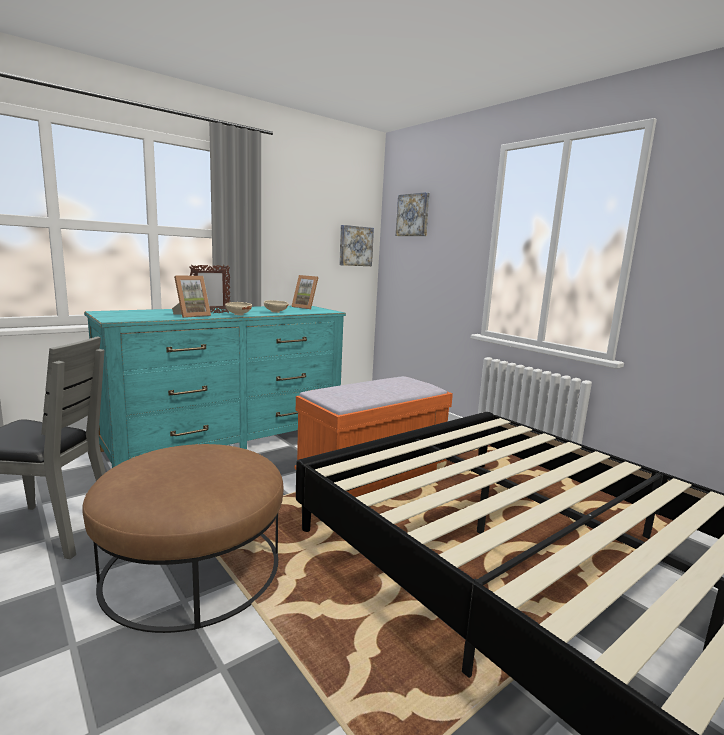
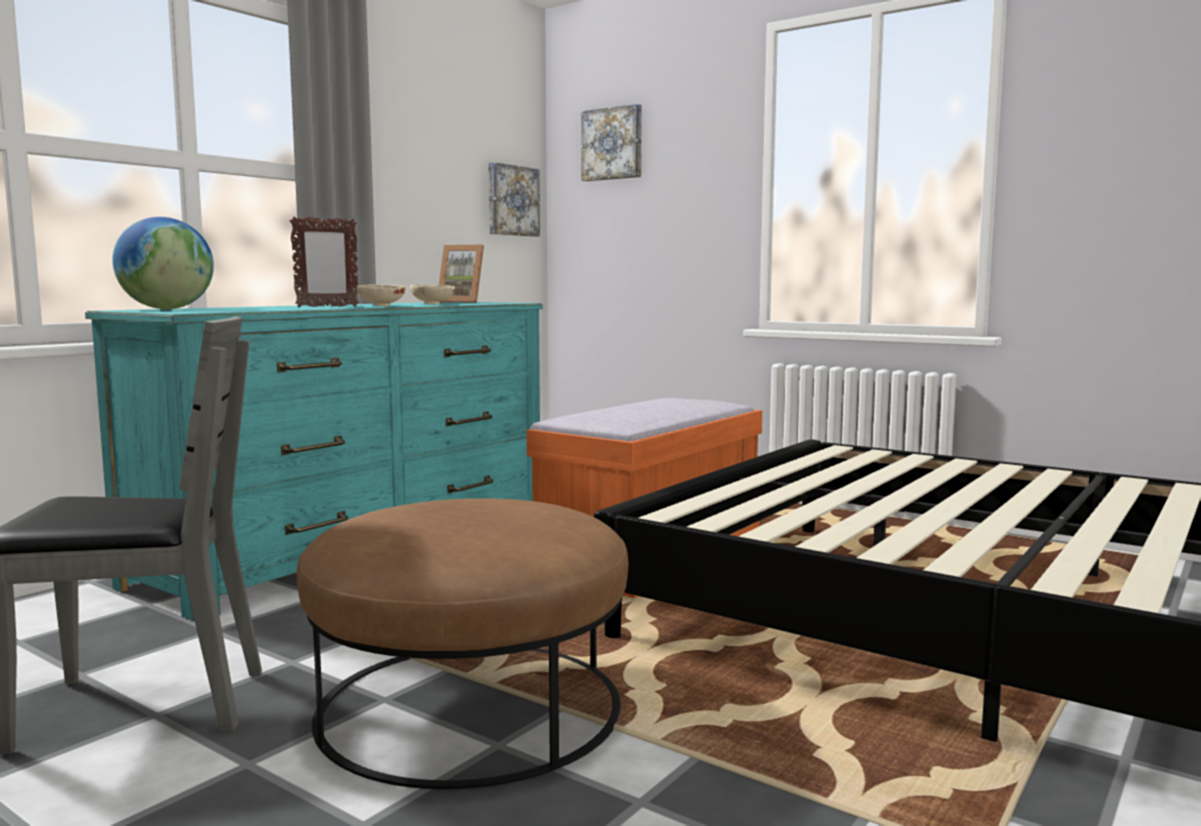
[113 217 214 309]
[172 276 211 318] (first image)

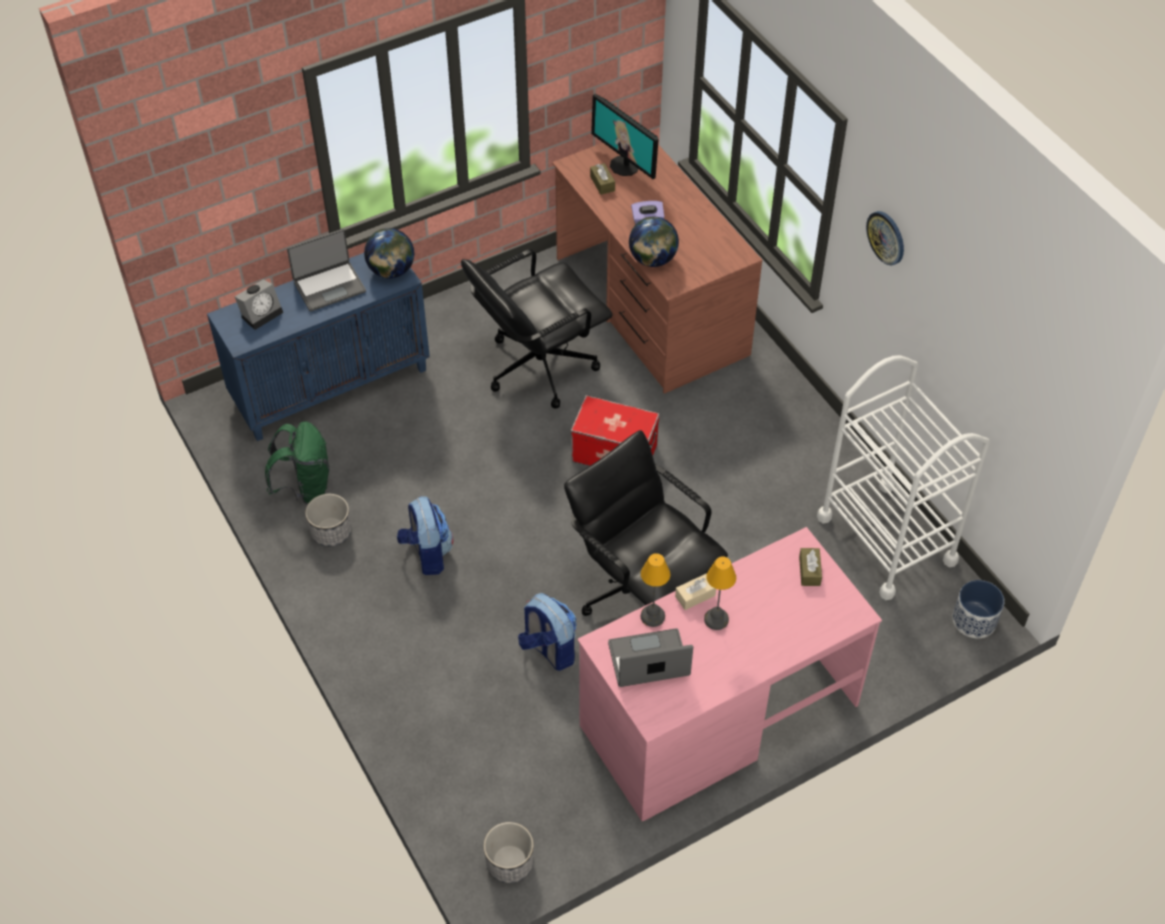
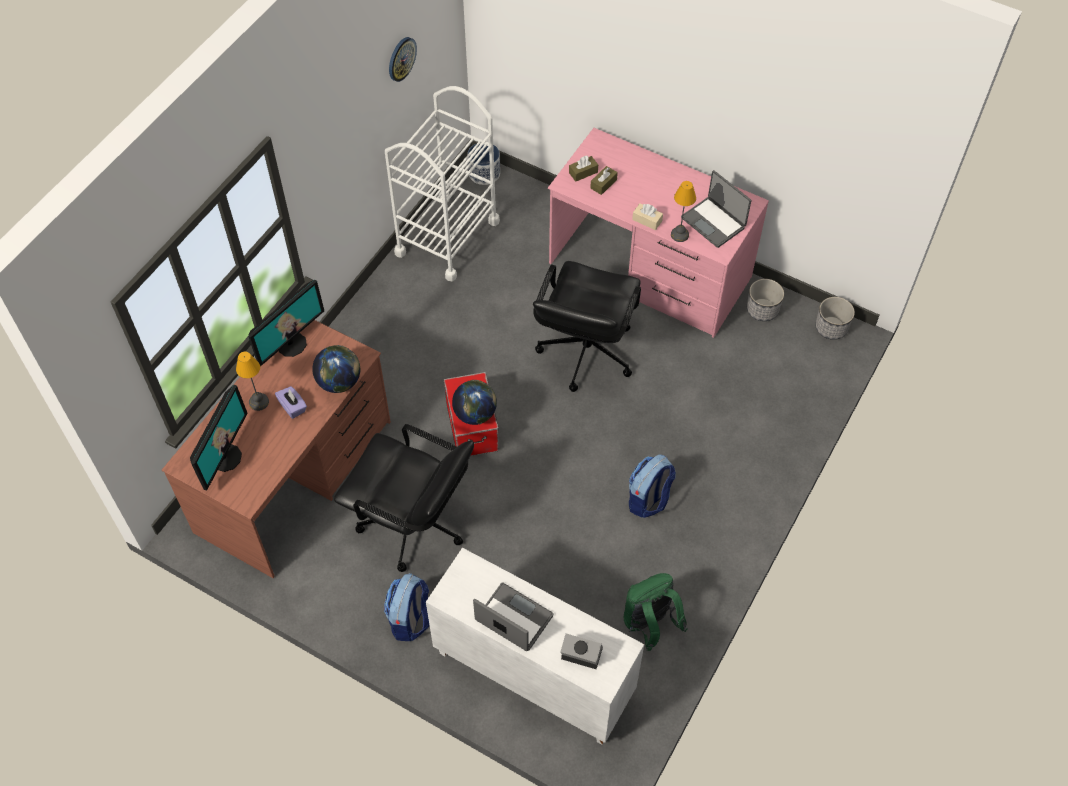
[236 352 269 411]
[248 280 324 367]
[384 573 430 641]
[389 37 417 82]
[426 548 644 745]
[452 380 497 425]
[590 166 618 195]
[747 279 784 321]

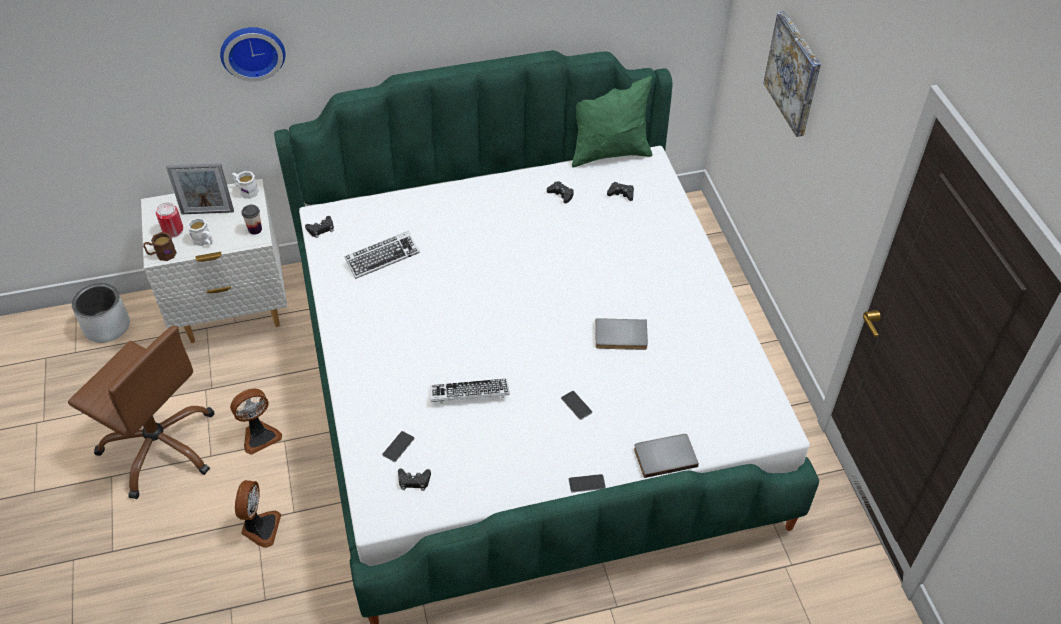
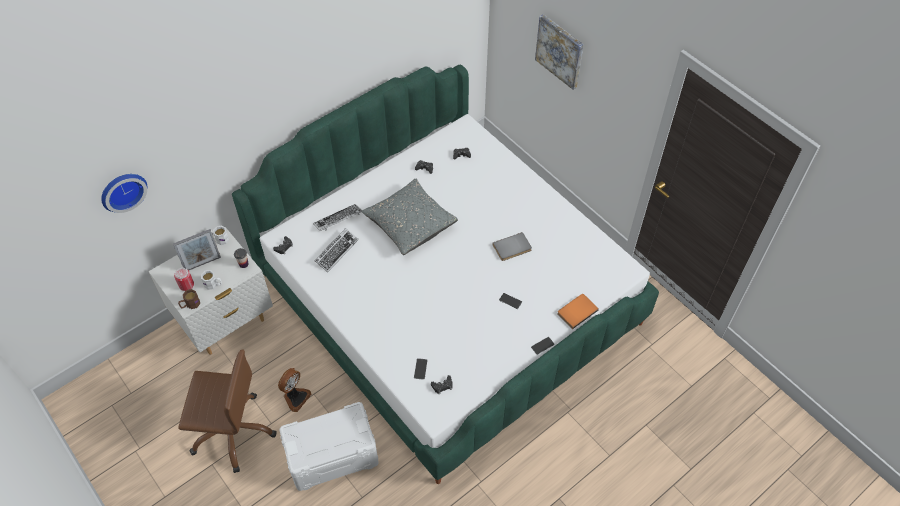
[101 174 147 213]
[280 402 379 491]
[313 204 362 231]
[362 179 458 255]
[557 294 599 329]
[72 283 130 343] (first image)
[572 76 652 168] (first image)

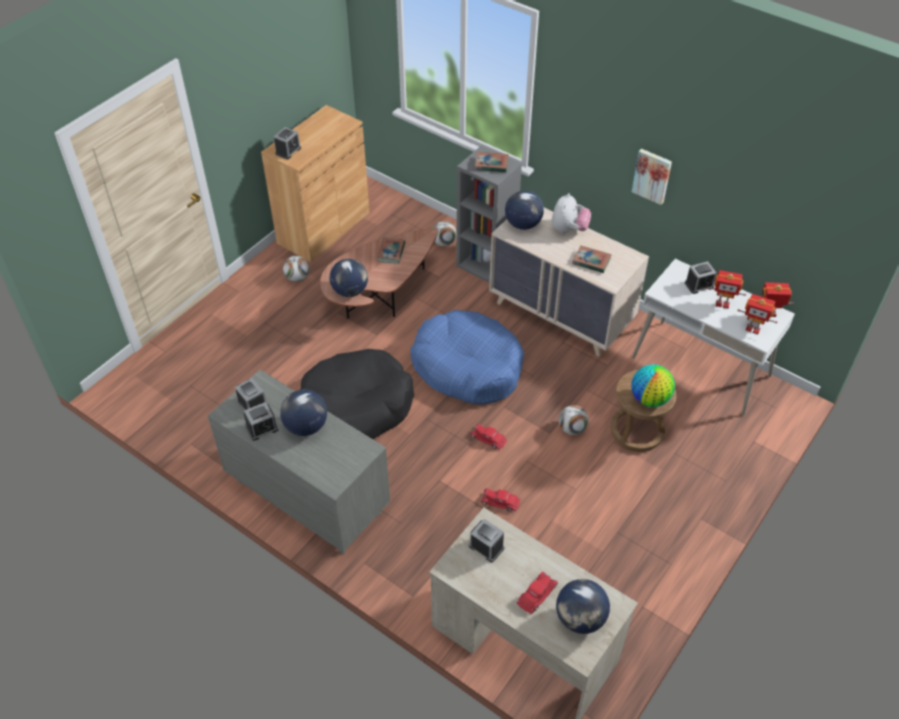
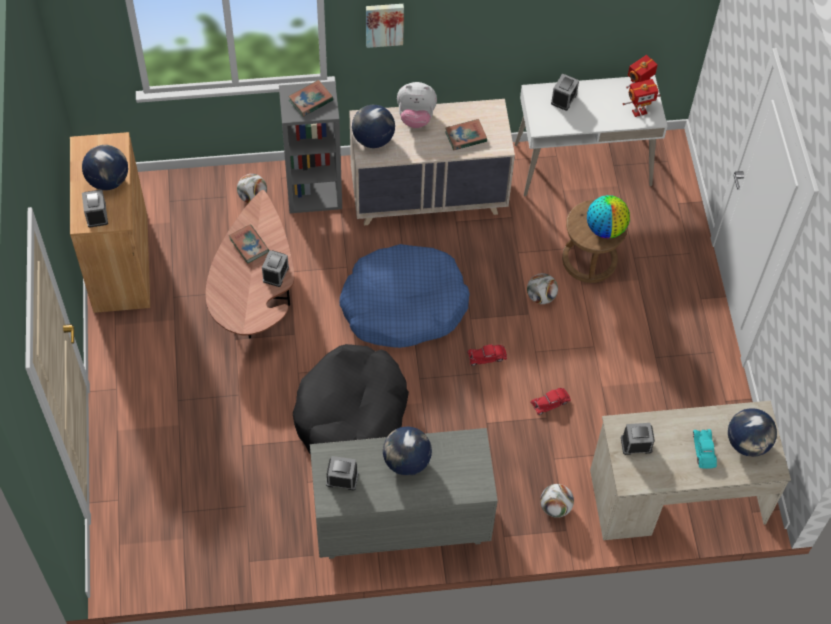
[82 145 128 190]
[262 250 289 287]
[366 4 404 48]
[397 82 437 128]
[540 484 574 518]
[693 429 717 469]
[706 270 746 309] (first image)

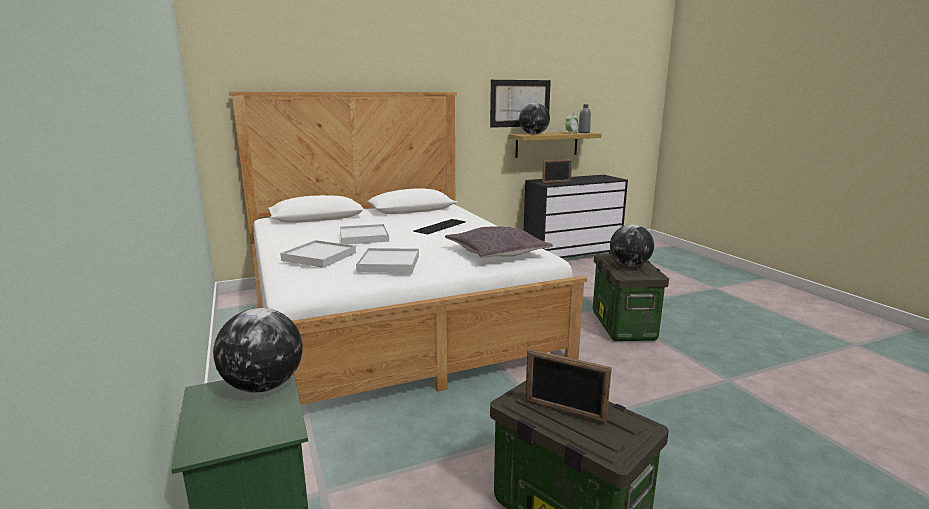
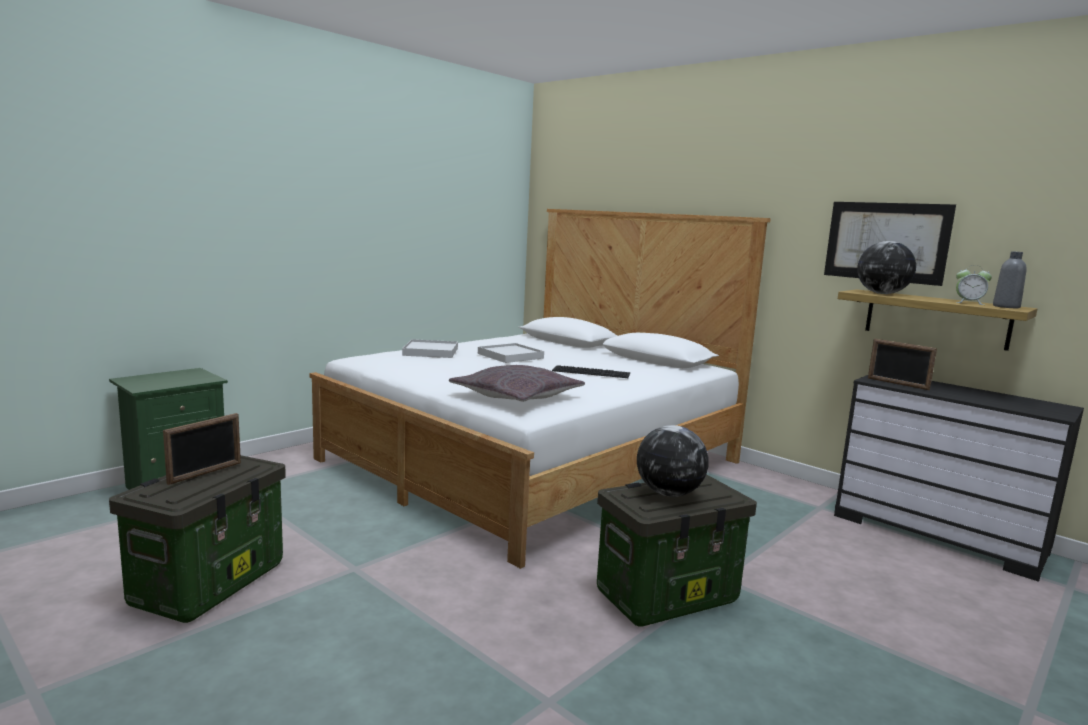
[163 413 241 485]
[213 308 302 393] (first image)
[356 248 419 273] (first image)

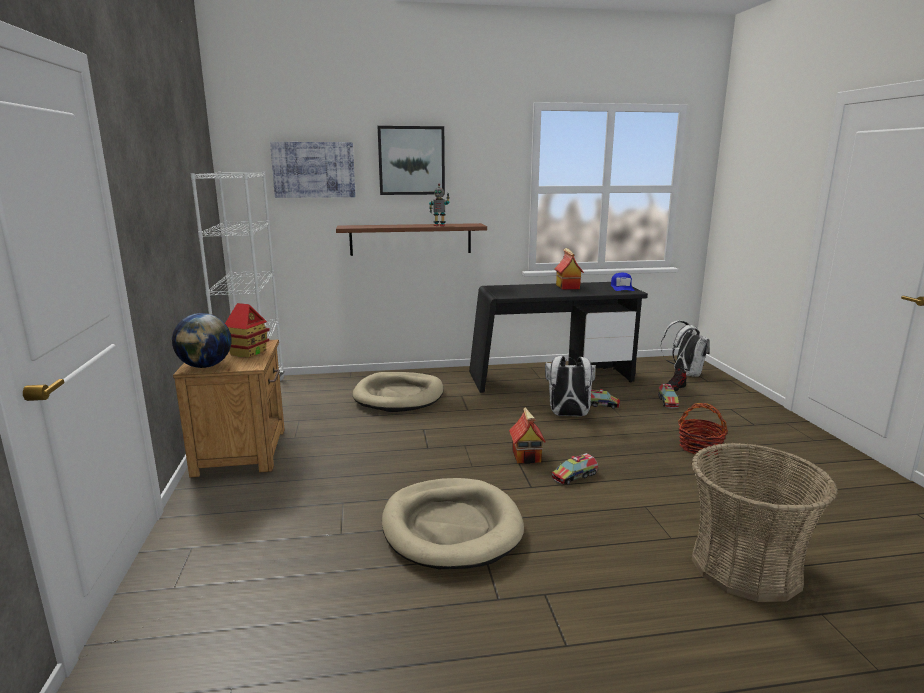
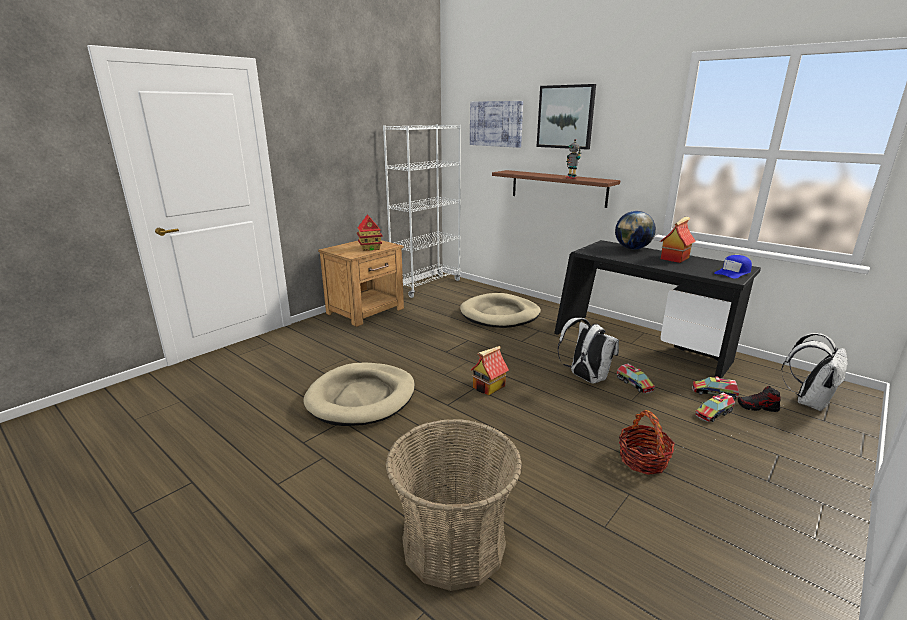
[615 211 656 249]
[692 376 739 399]

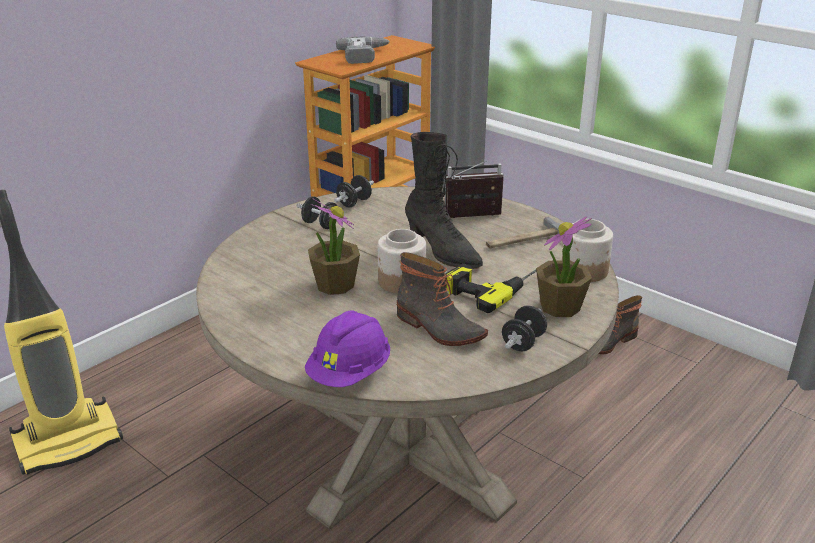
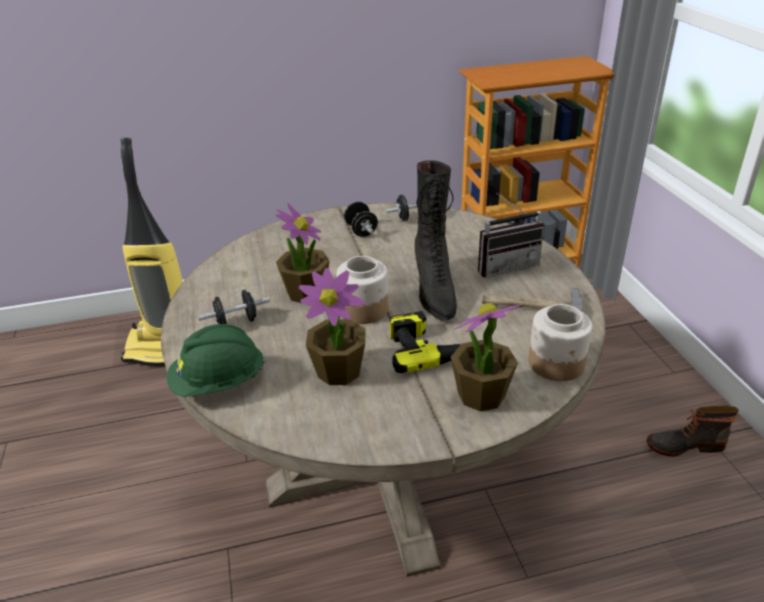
[167 324 265 397]
[198 290 270 324]
[299 268 366 385]
[478 193 544 278]
[336 36 390 64] (first image)

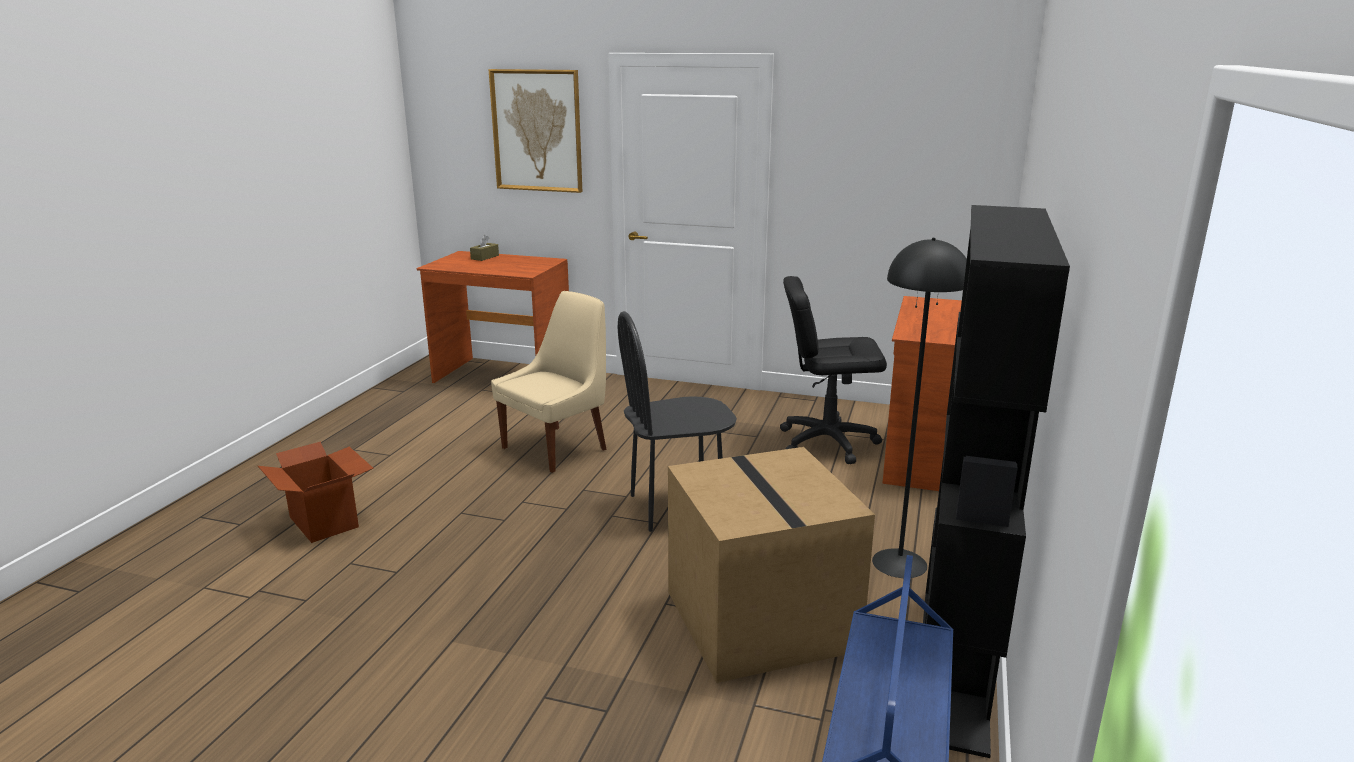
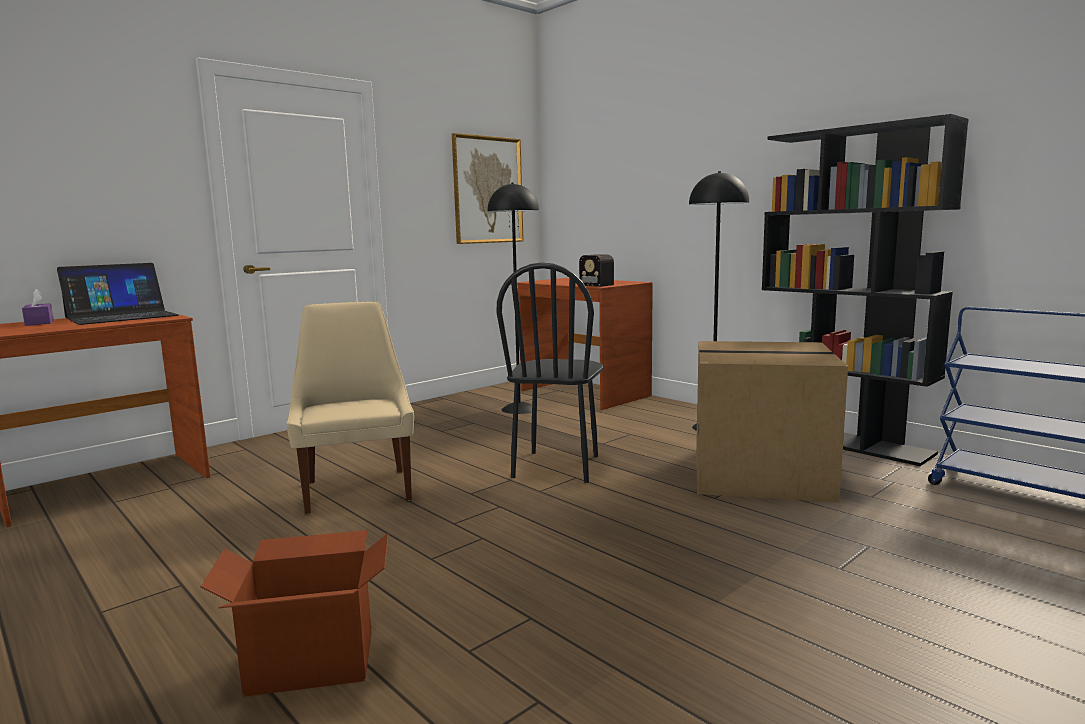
[22 289 54 326]
[57 263 179 325]
[452 133 524 244]
[488 183 539 414]
[579 254 614 287]

